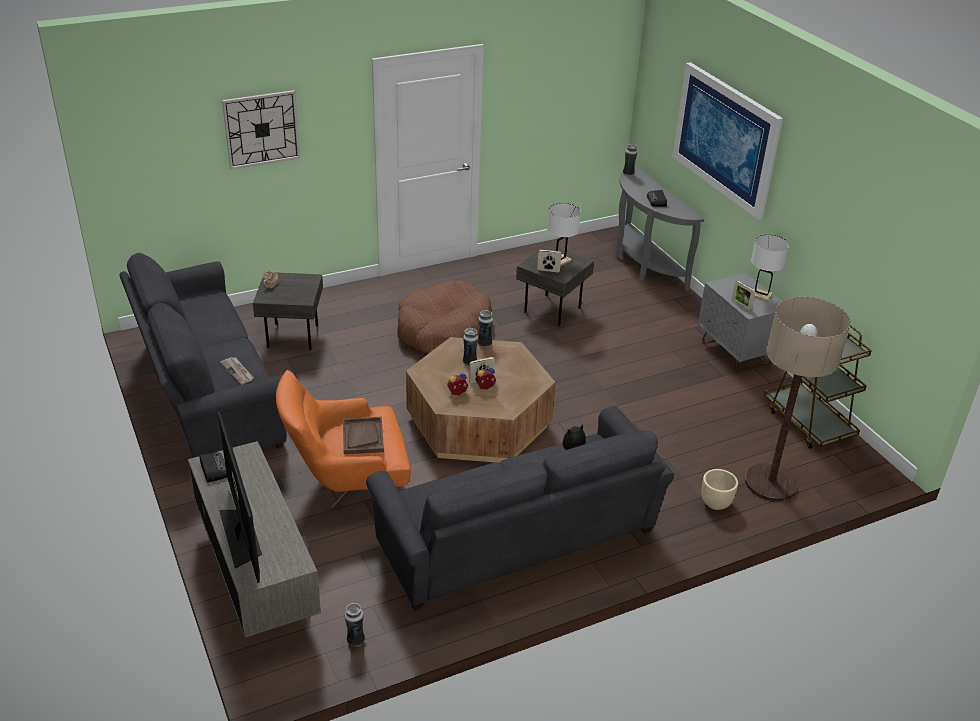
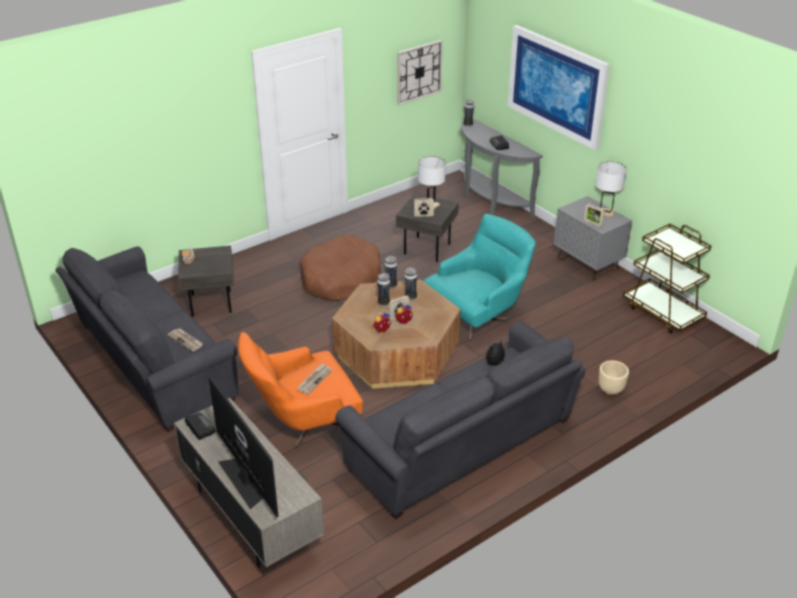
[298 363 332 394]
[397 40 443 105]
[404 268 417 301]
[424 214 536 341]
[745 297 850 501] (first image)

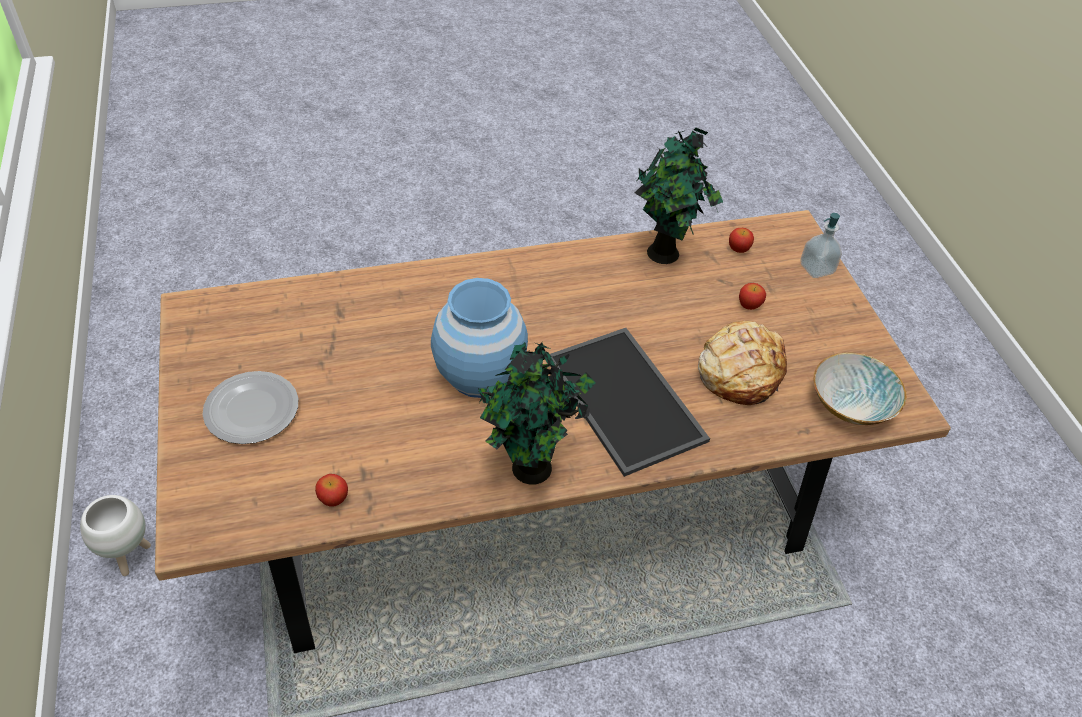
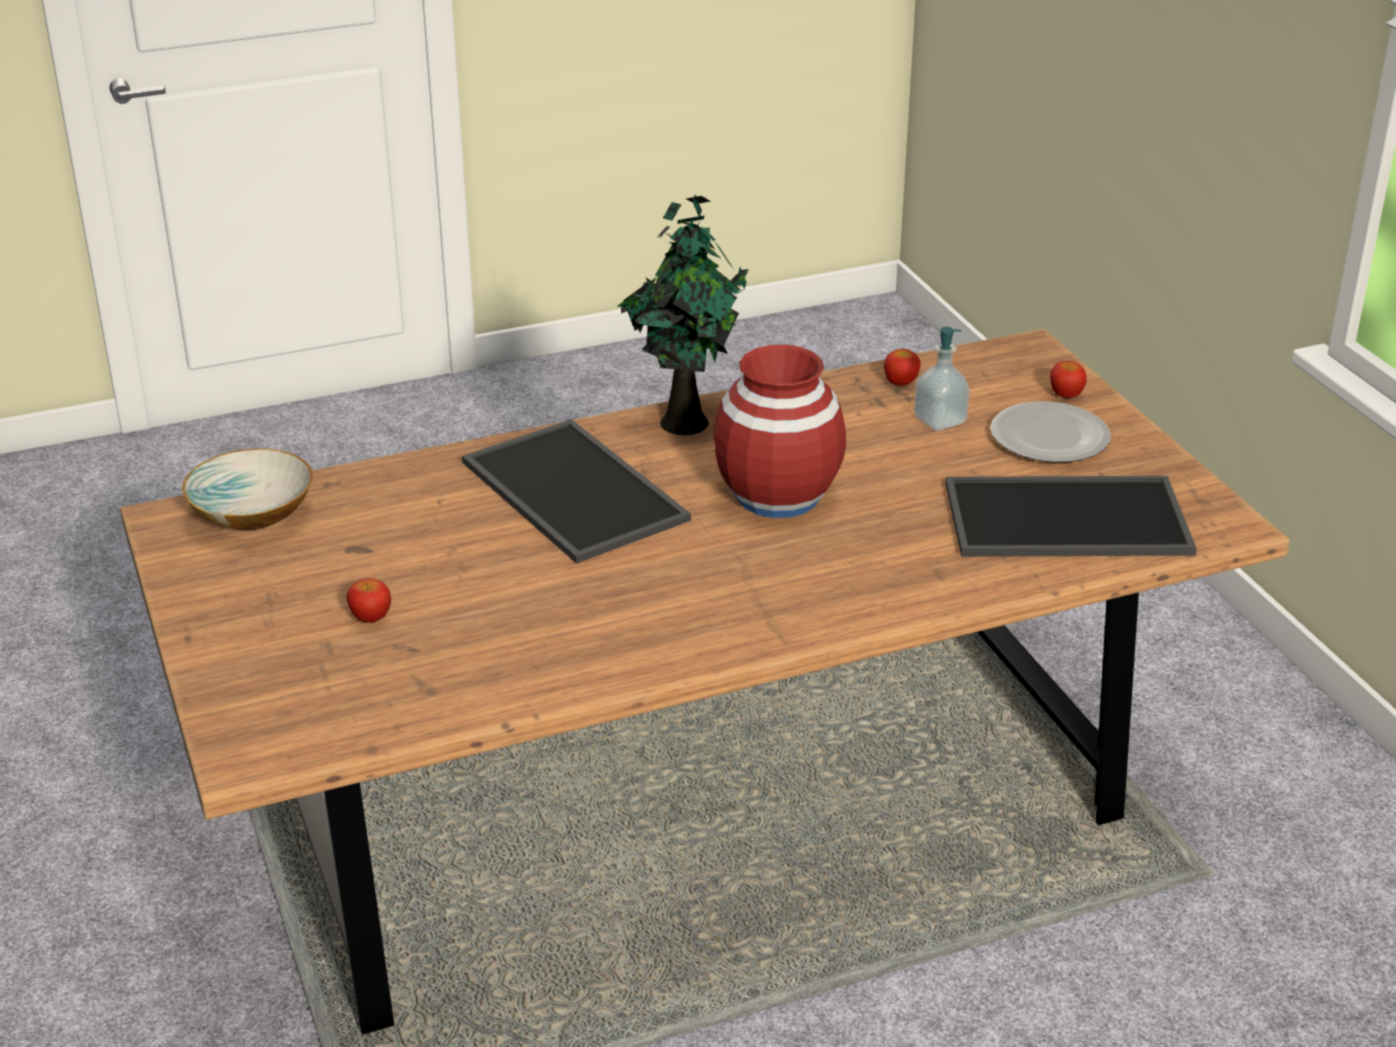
[713 345 846 518]
[914 327 970 431]
[945 476 1197 557]
[1050 361 1087 398]
[80 495 151 576] (first image)
[634 128 723 264] (first image)
[698 321 787 405] (first image)

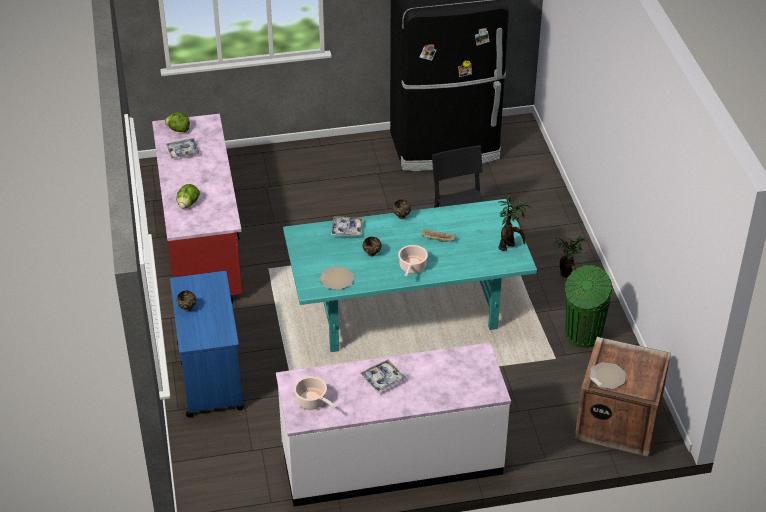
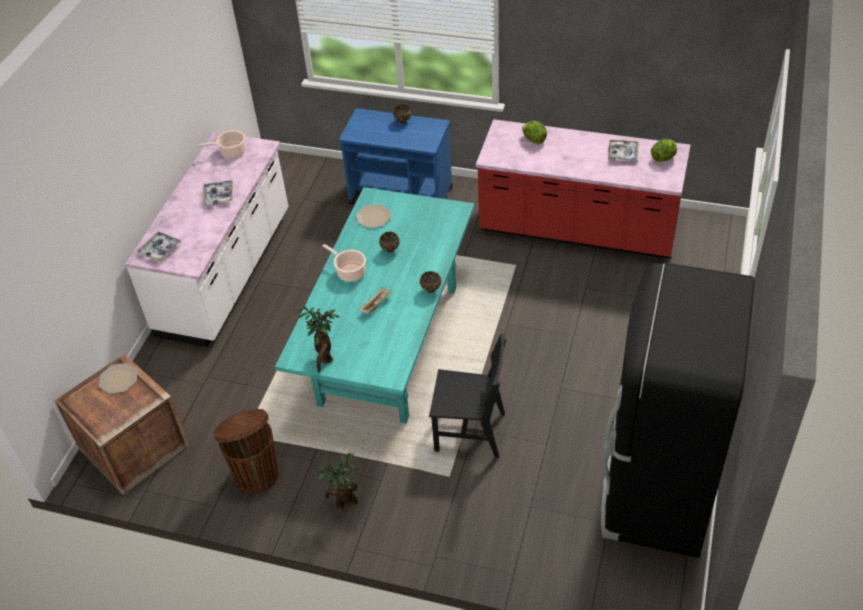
[137 231 181 261]
[213 409 278 493]

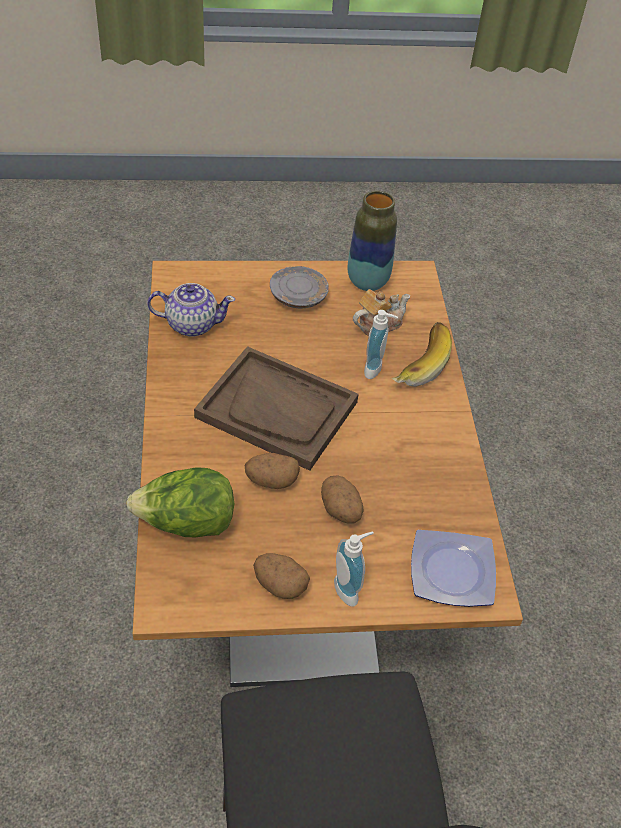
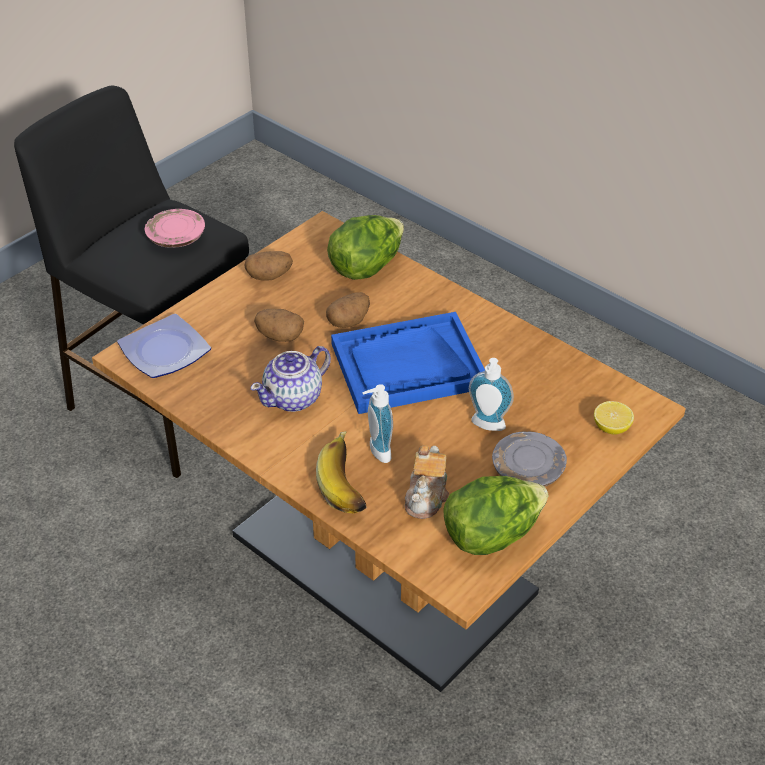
[145 209 205 248]
[251 346 331 412]
[331 312 485 414]
[443 476 548 555]
[469 358 514 431]
[594 401 634 435]

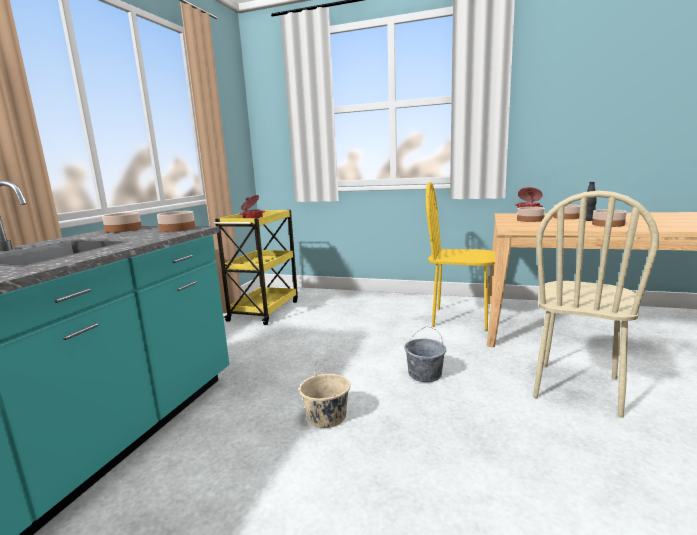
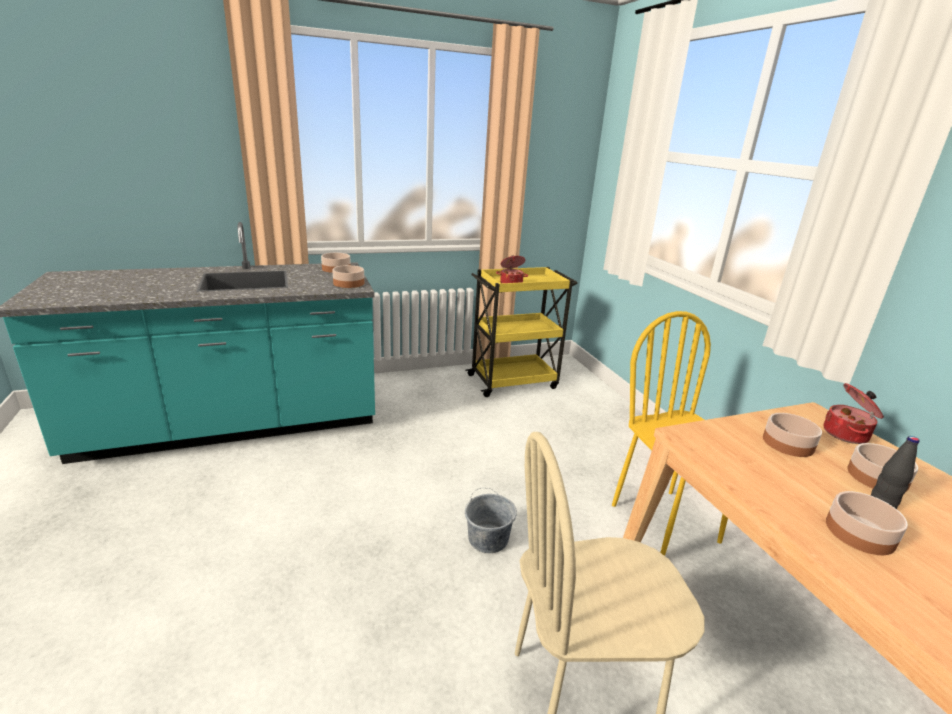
[299 361 350 428] (first image)

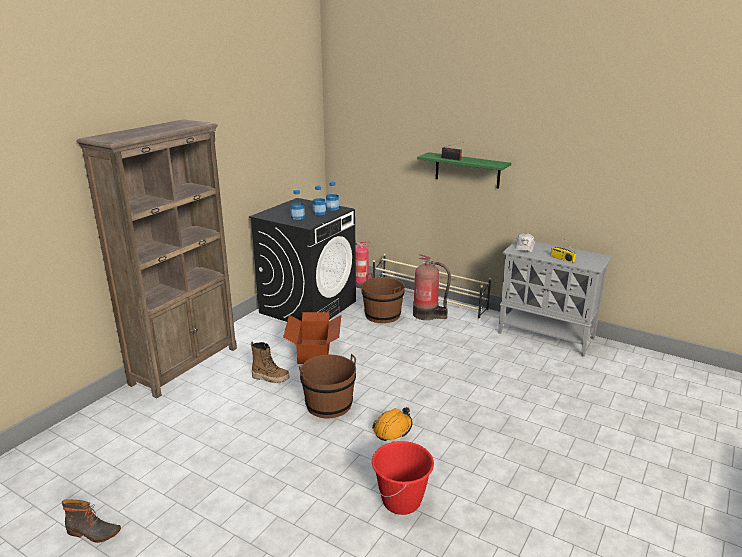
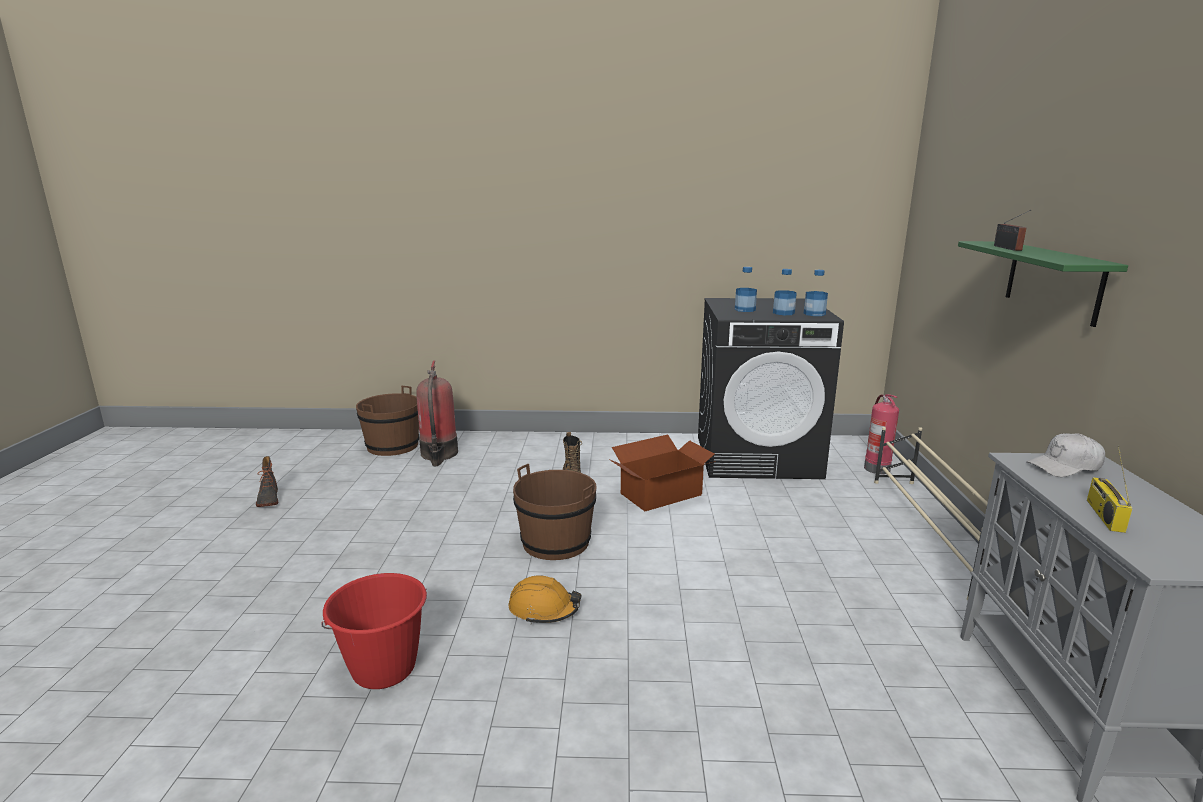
[356 386 419 456]
[416 360 458 466]
[76 119 237 398] (first image)

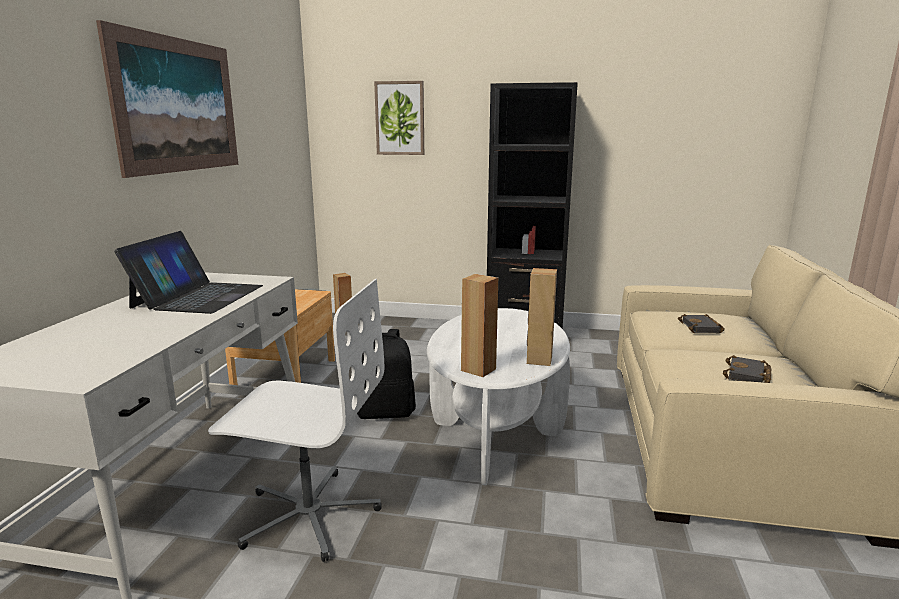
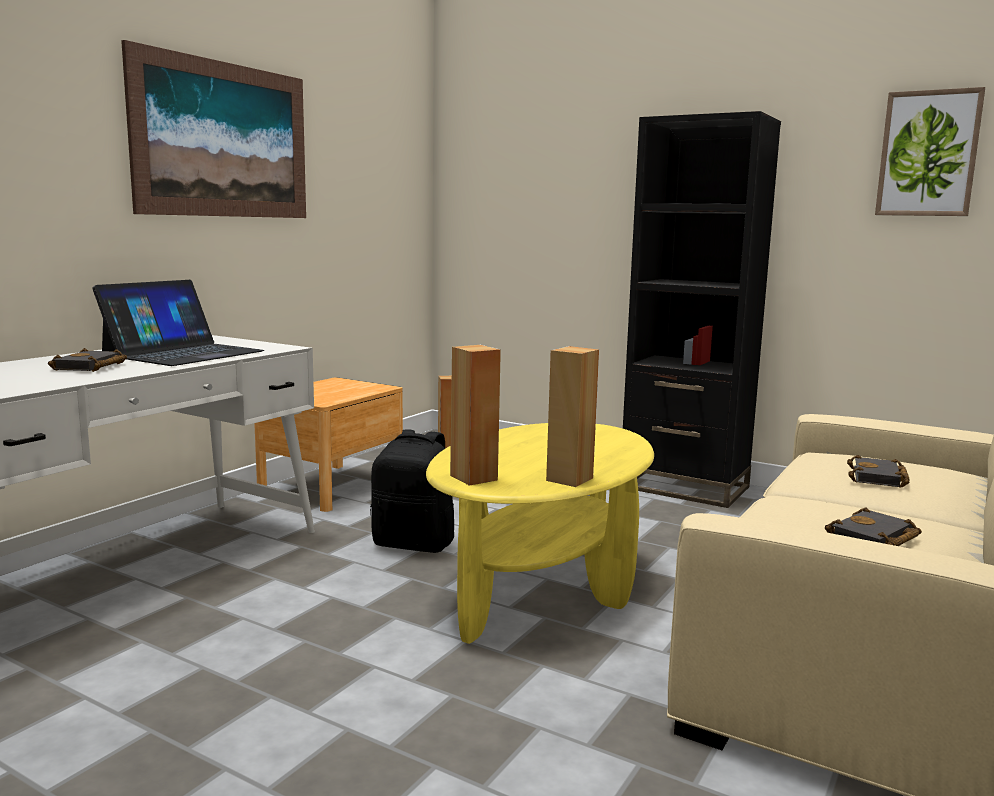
[48 348 127 372]
[426 423 654 644]
[875 87 985 216]
[208 279 385 562] (first image)

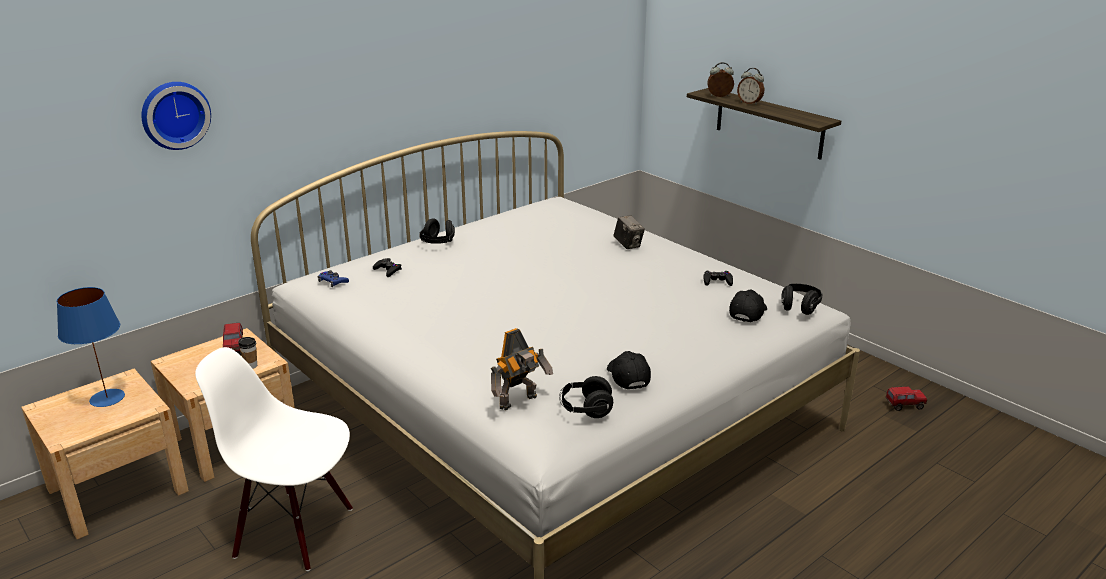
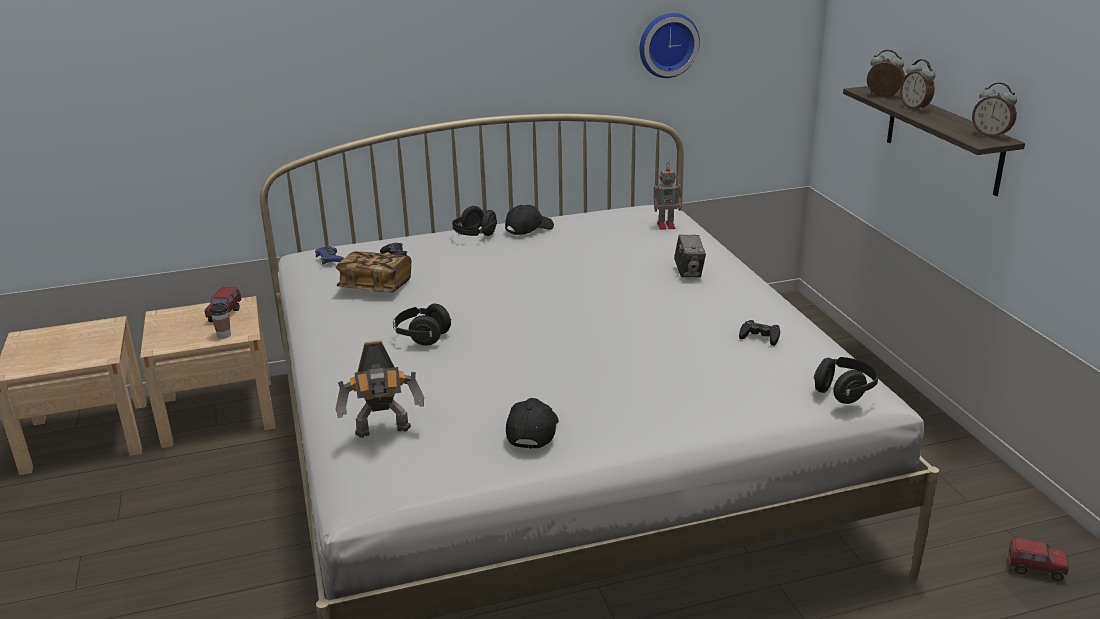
[336 252 412 293]
[393 304 452 346]
[505 205 554 235]
[640 13 700 78]
[654 163 682 230]
[972 82 1017 138]
[57 287 125 407] (first image)
[195 347 353 571] (first image)

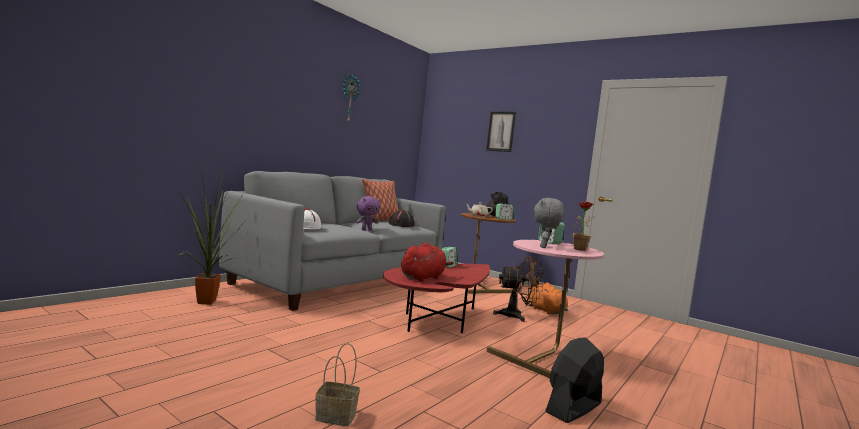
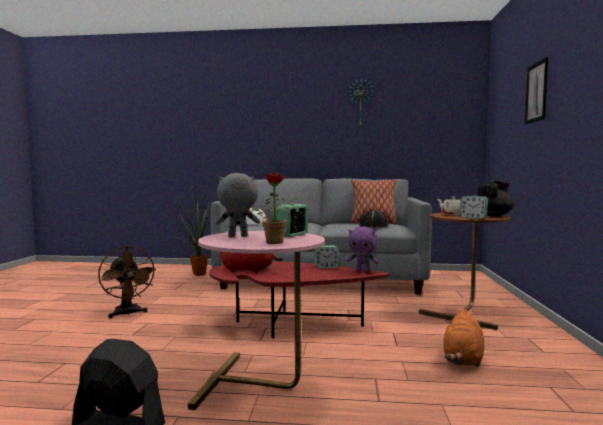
[98 246 156 319]
[347 227 379 273]
[315 343 360 426] (first image)

